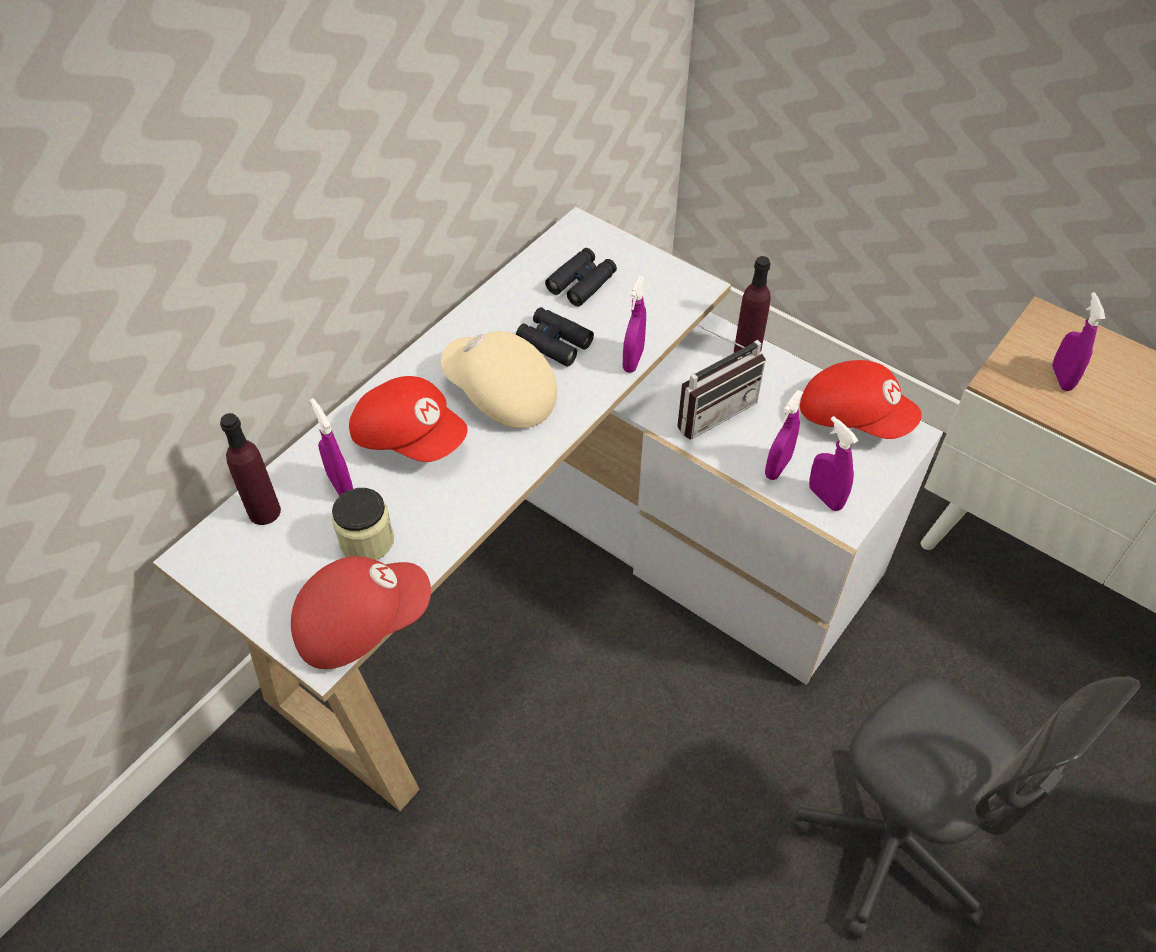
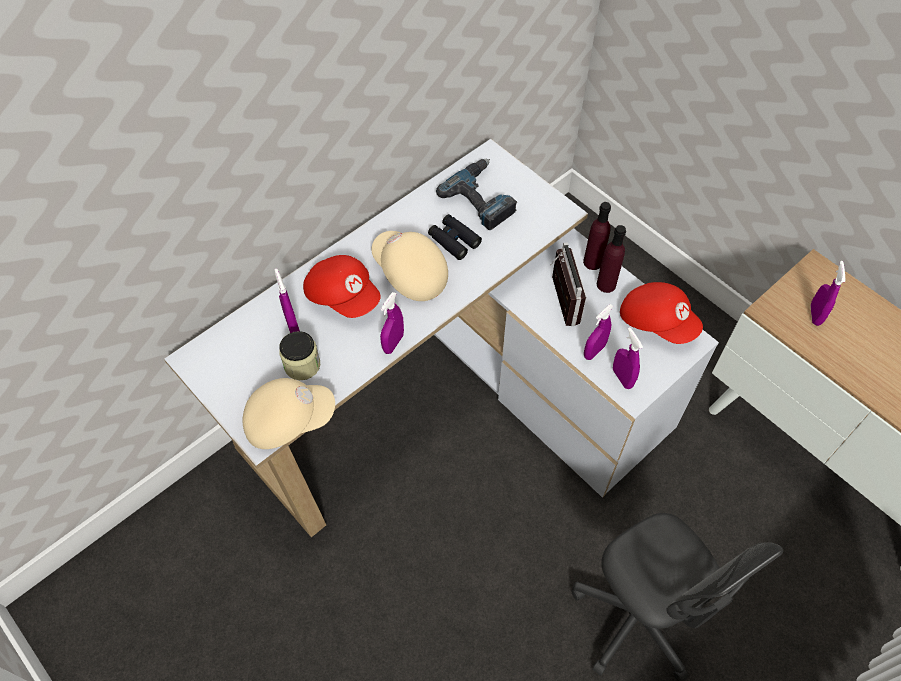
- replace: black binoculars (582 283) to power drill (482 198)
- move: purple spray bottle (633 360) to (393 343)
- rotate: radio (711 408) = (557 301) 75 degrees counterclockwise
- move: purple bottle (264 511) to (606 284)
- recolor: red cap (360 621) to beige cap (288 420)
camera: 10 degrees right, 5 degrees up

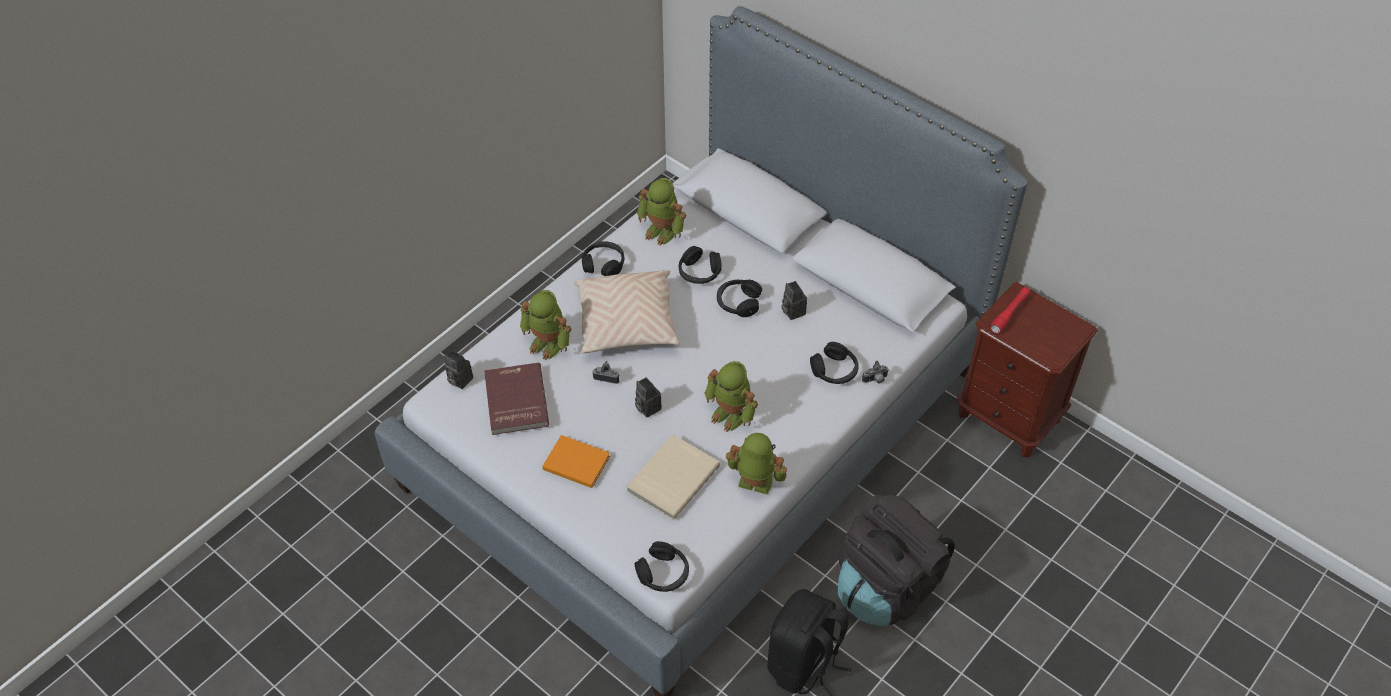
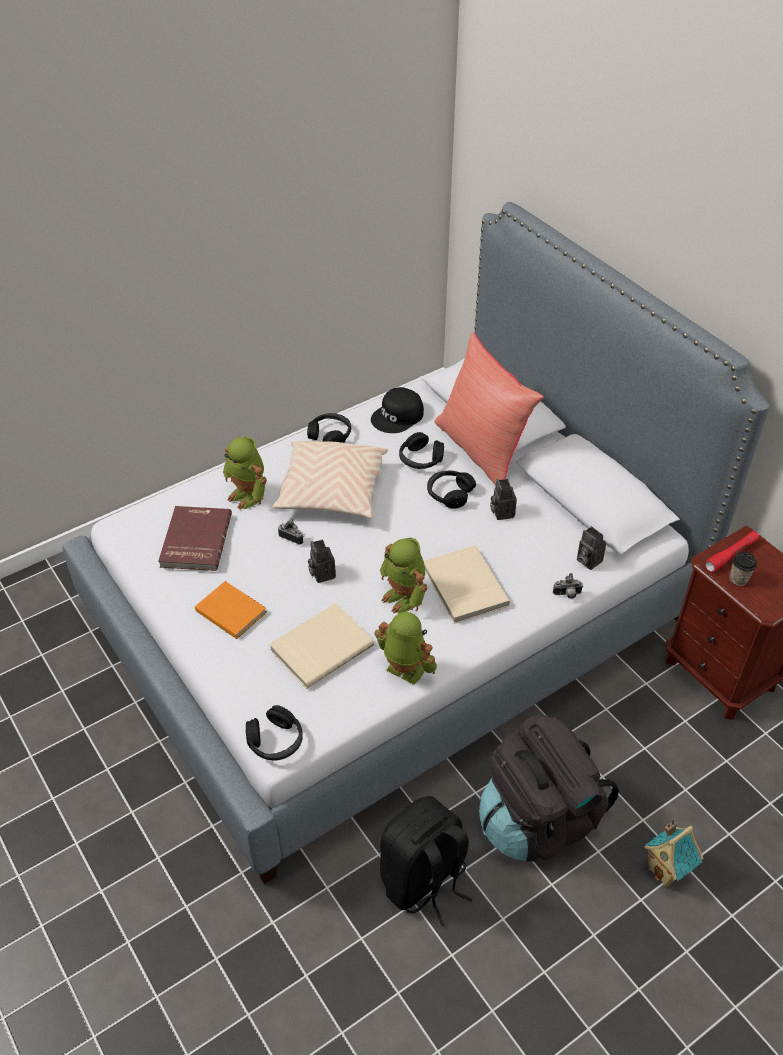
- replace: toy robot (662 231) to black cap (398 416)
- delete: black headphones (834 370)
- move: photo camera (458 380) to (587 560)
- insert: red pillow (482 451)
- insert: beige book (463 587)
- insert: cup (738 579)
- insert: toy house (667 871)
camera: 15 degrees right, 5 degrees down

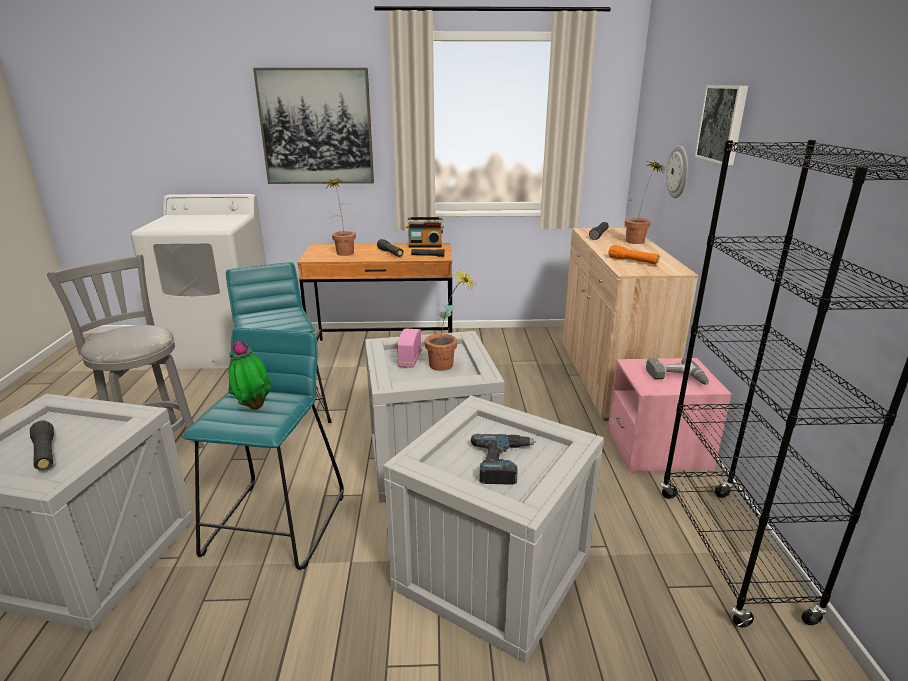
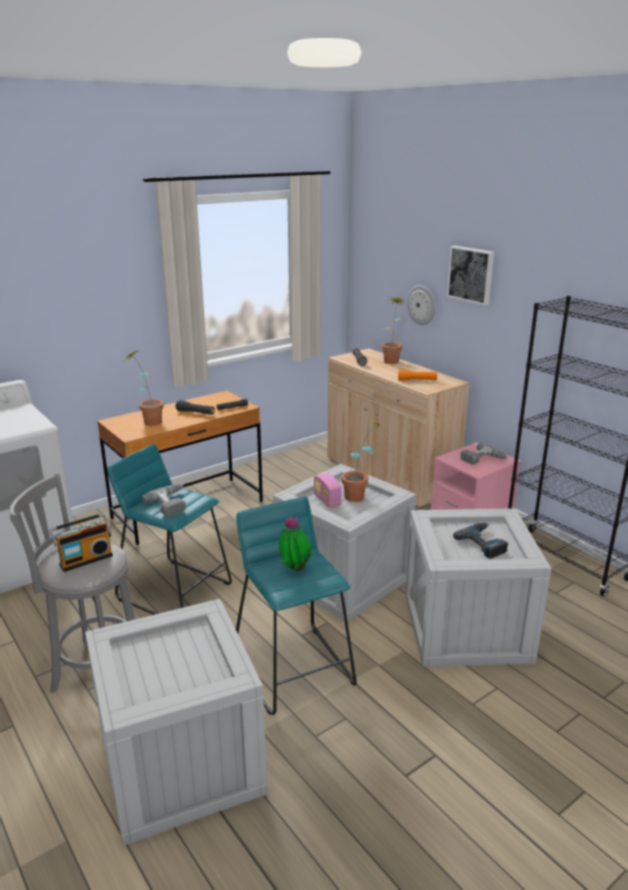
- delete: picture (316 127)
- move: radio (425 245) to (85 559)
- delete: black flashlight (45 454)
- insert: power drill (172 503)
camera: 35 degrees left, 0 degrees up

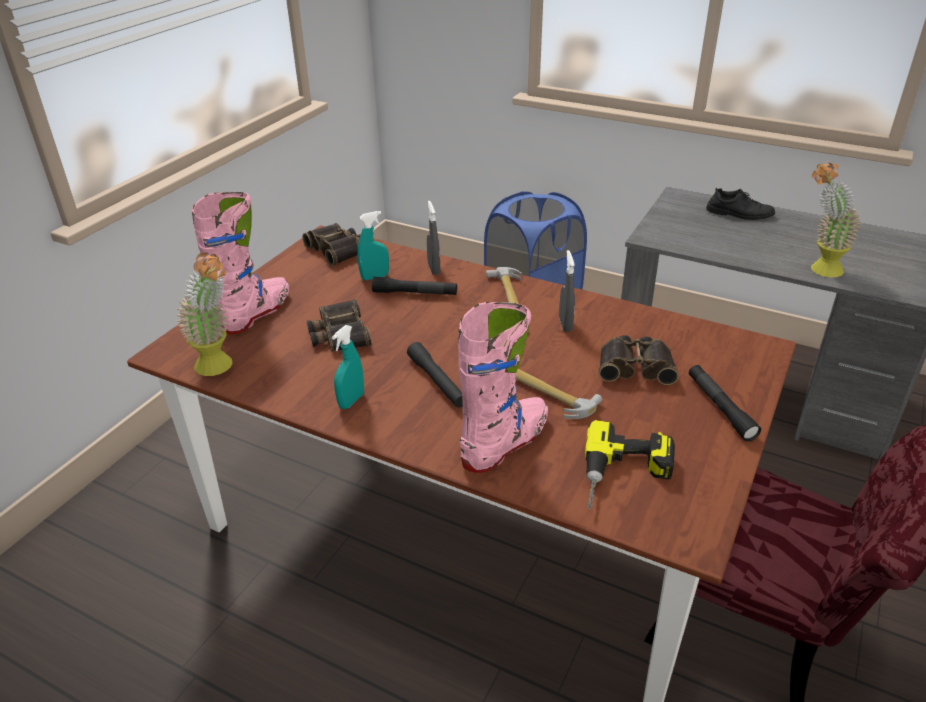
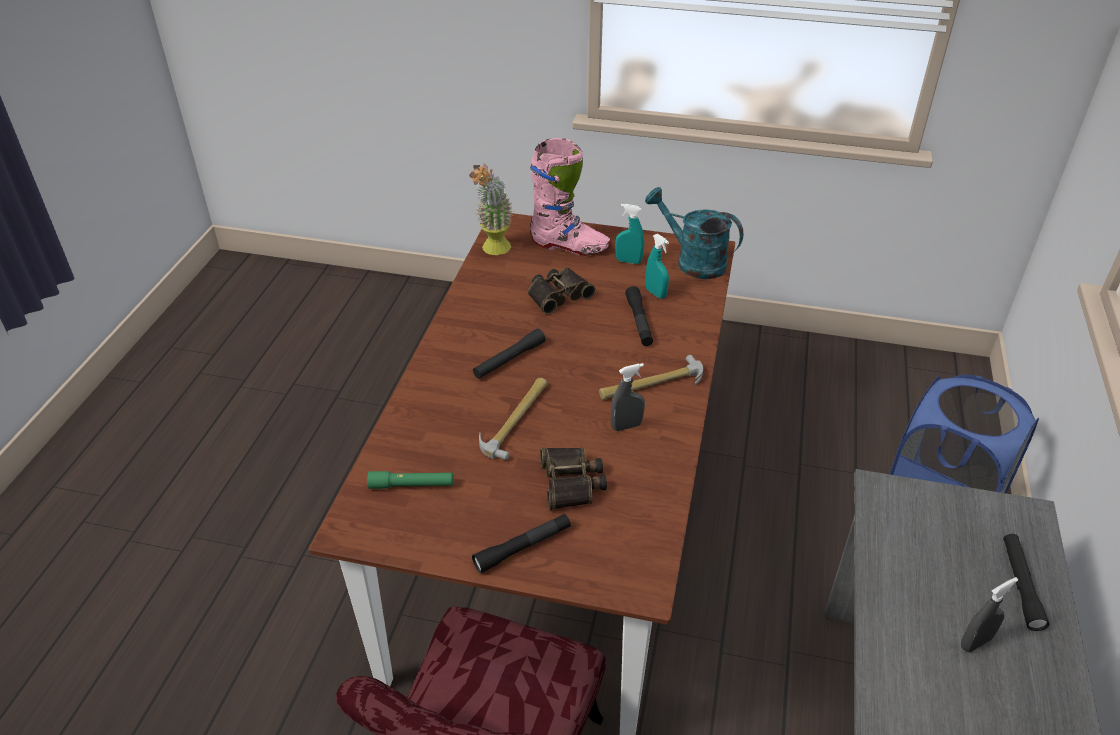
- delete: potted plant (818 269)
- replace: black shoe (739 213) to black flashlight (1020 585)
- move: grey spray bottle (434 269) to (975 643)
- replace: binoculars (337 249) to turquoise watering can (693 261)
- delete: pink boot (505 443)
- move: turquoise spray bottle (351 401) to (628 261)
- replace: power drill (625 477) to green flashlight (411 485)
camera: 75 degrees right, 5 degrees up

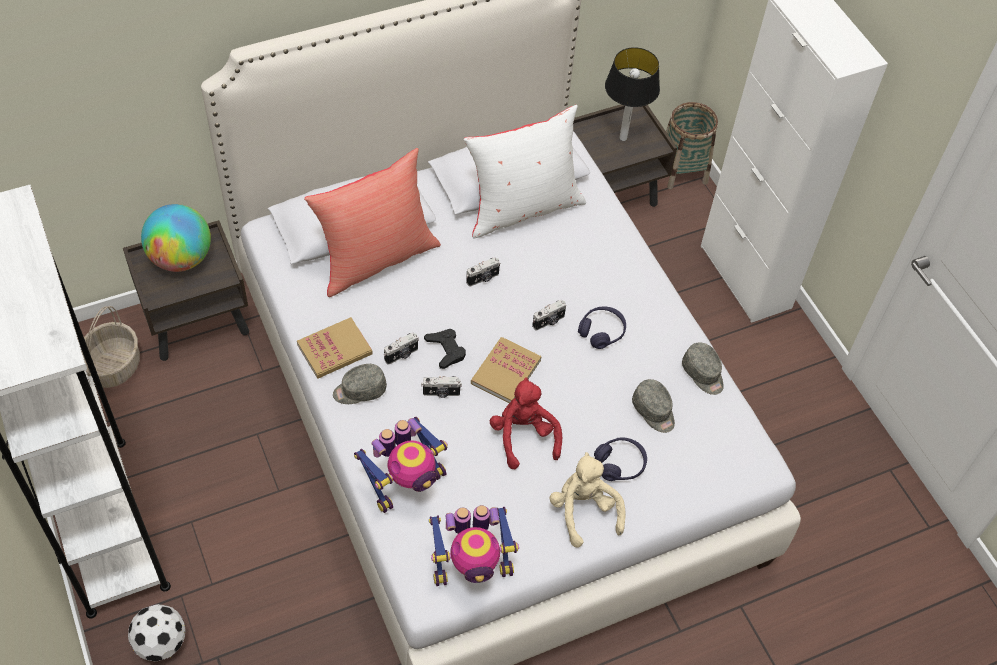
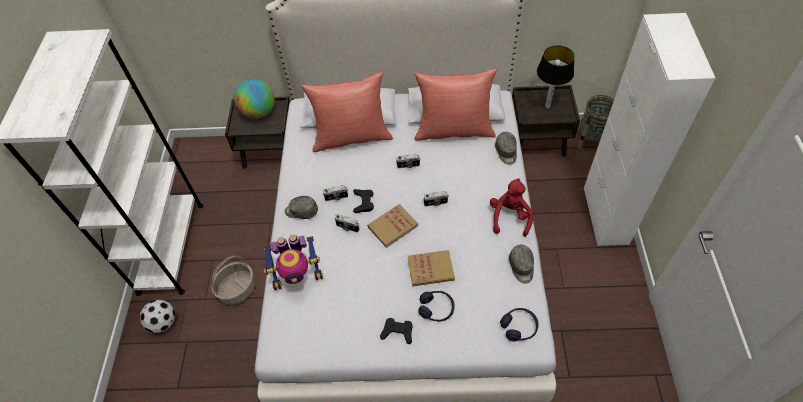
- recolor: white pillow (522 208) to red pillow (454 130)
- move: basket (113 366) to (237 289)
- move: purple headphones (601 331) to (519 327)
- move: book (334 350) to (430 269)
- move: red plush toy (524 436) to (509 217)
- move: grey cap (654 411) to (506 152)
- replace: beige plush toy (584 511) to black game controller (397 332)
- delete: toy robot (472 566)
camera: 30 degrees right, 0 degrees up

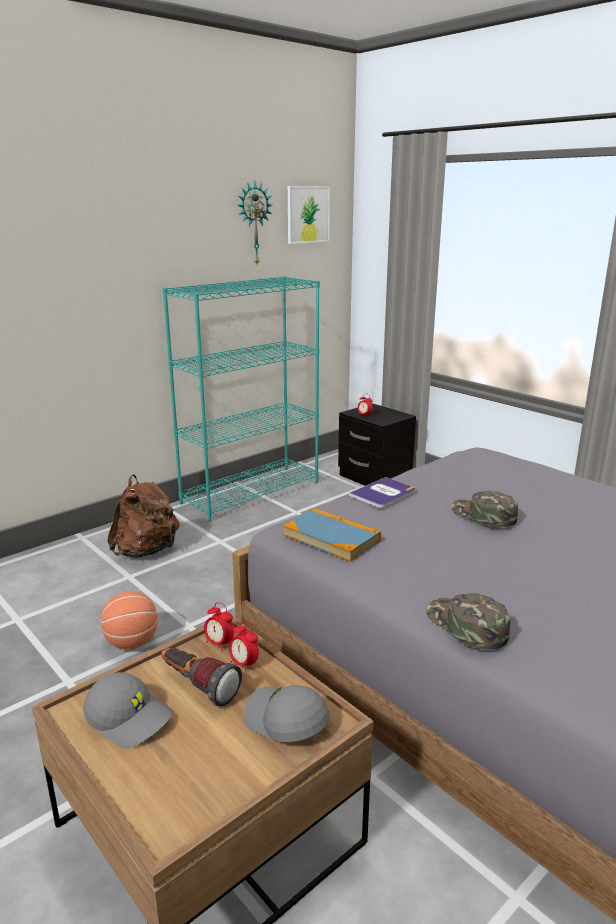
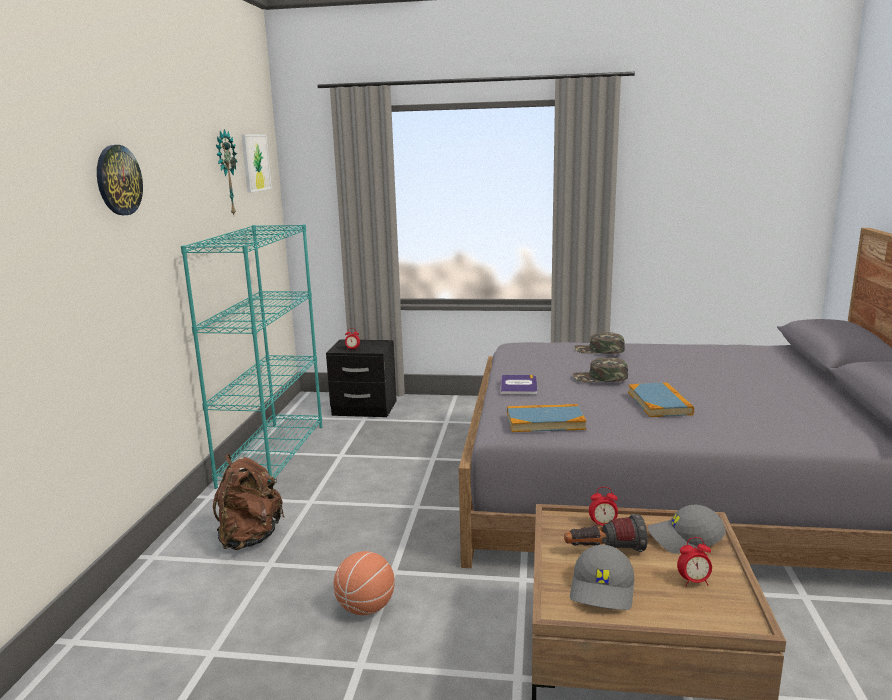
- move: green cap (466 625) to (599 350)
- move: alarm clock (219 644) to (693 582)
- rotate: grey cap (130 717) = (603 590) 120 degrees clockwise
- insert: wall clock (118 180)
- insert: book (659 403)
camera: 40 degrees left, 5 degrees down

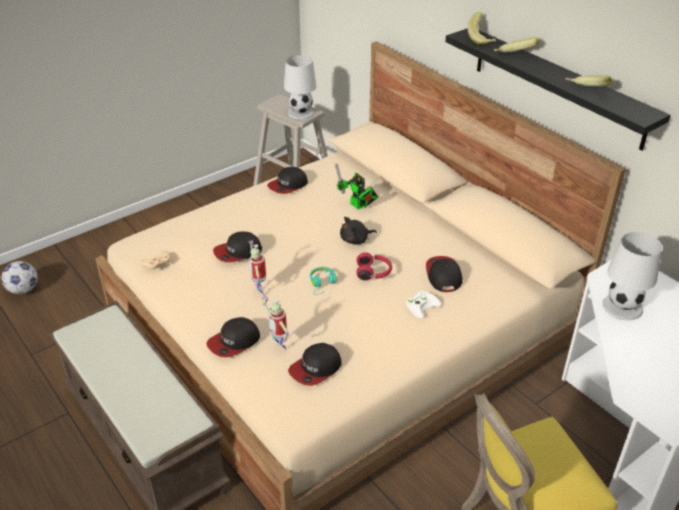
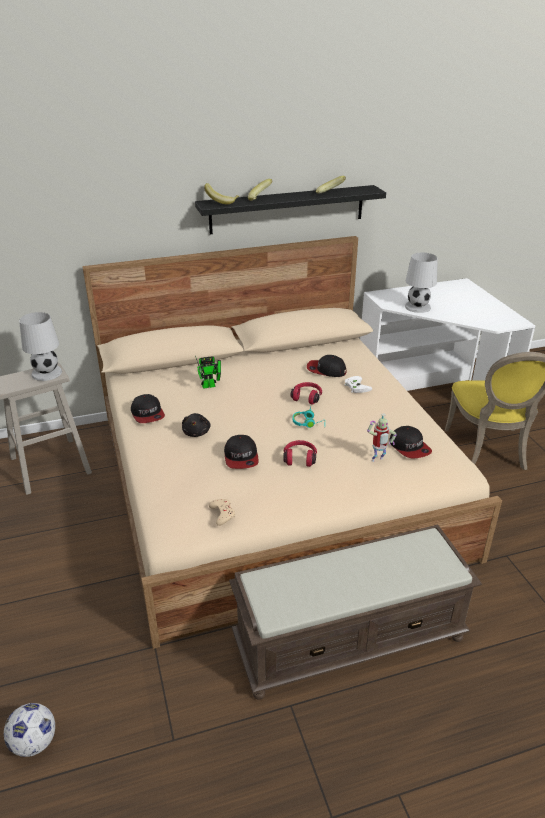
- move: black plush toy (356 240) to (196 432)
- replace: toy robot (259 291) to red headphones (300 458)
- delete: cap (234 342)
camera: 70 degrees left, 5 degrees down

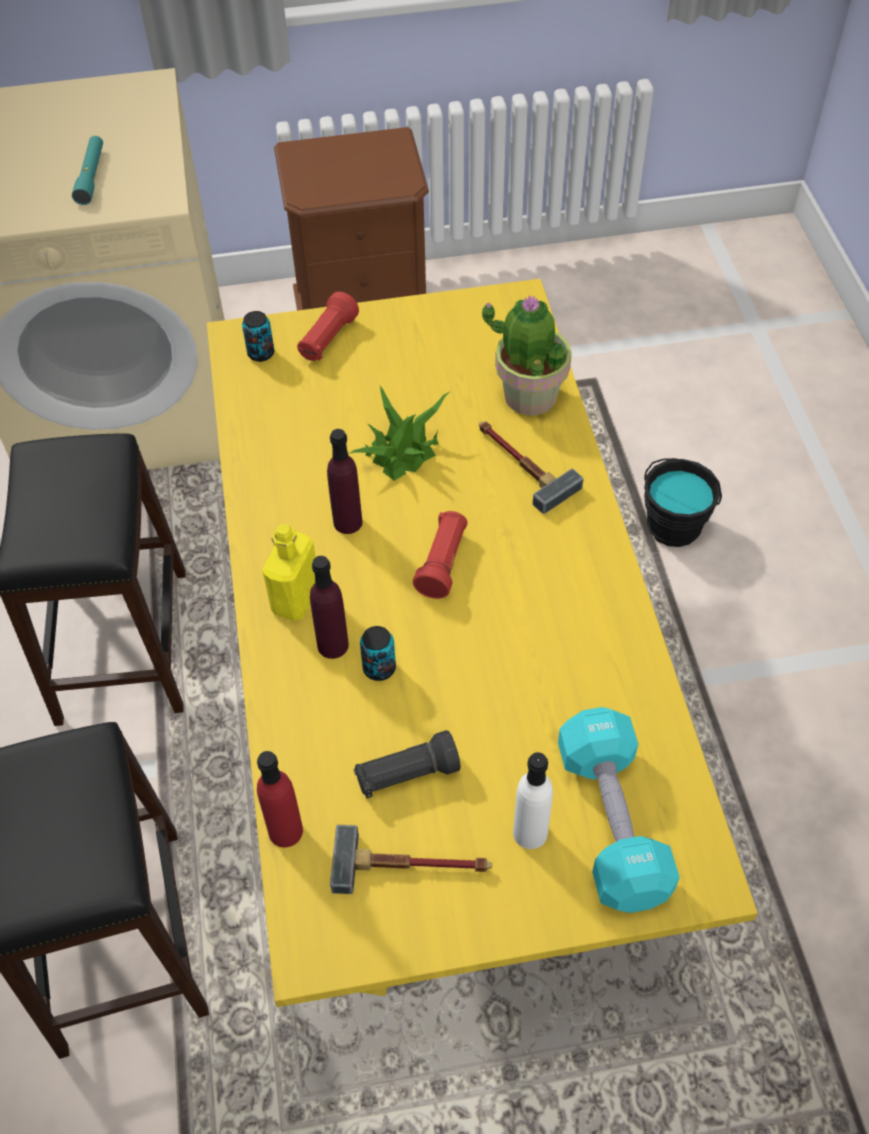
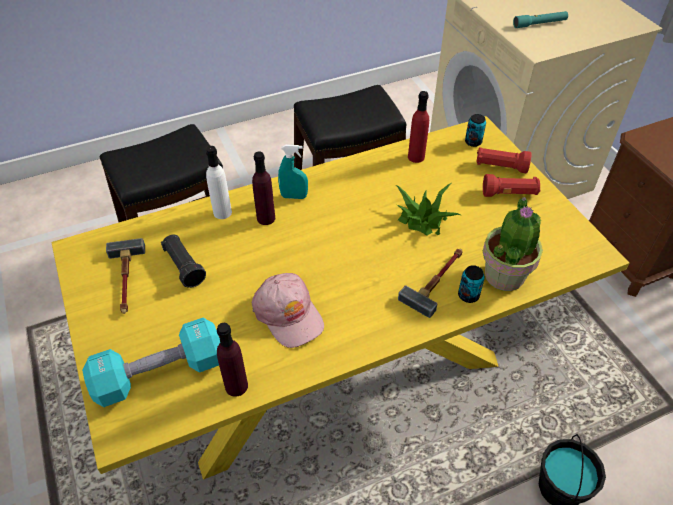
- move: purple bottle (347 522) to (236 386)
- move: red flashlight (443 563) to (509 194)
- replace: yellow bottle (295 599) to turquoise spray bottle (294 196)
- move: can (379 668) to (468 295)
- move: red bottle (285 831) to (416 157)
- move: white bottle (530 833) to (222 212)
- insert: pink cap (288 314)
camera: 75 degrees right, 5 degrees down

